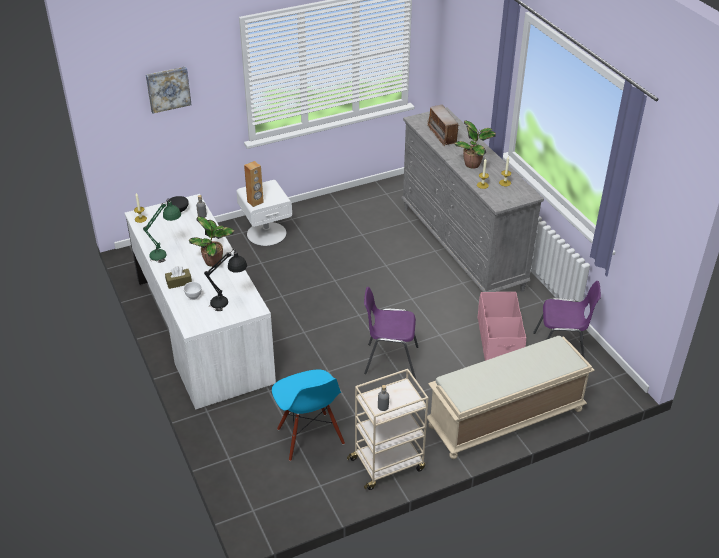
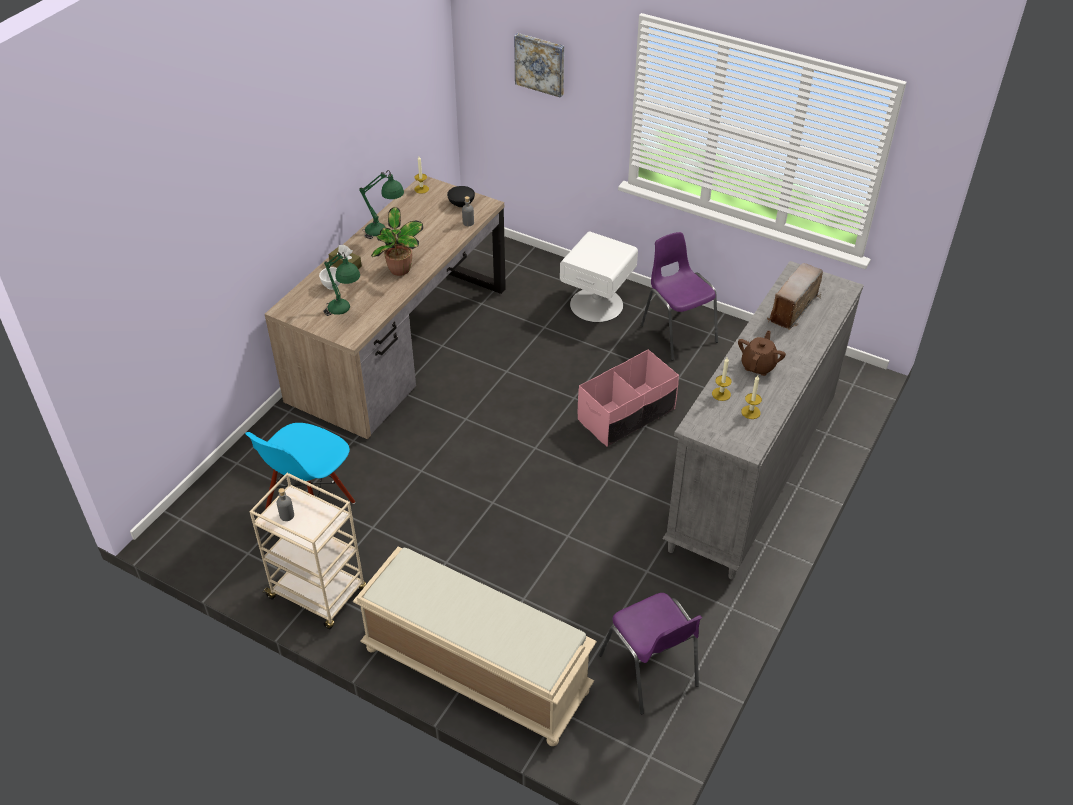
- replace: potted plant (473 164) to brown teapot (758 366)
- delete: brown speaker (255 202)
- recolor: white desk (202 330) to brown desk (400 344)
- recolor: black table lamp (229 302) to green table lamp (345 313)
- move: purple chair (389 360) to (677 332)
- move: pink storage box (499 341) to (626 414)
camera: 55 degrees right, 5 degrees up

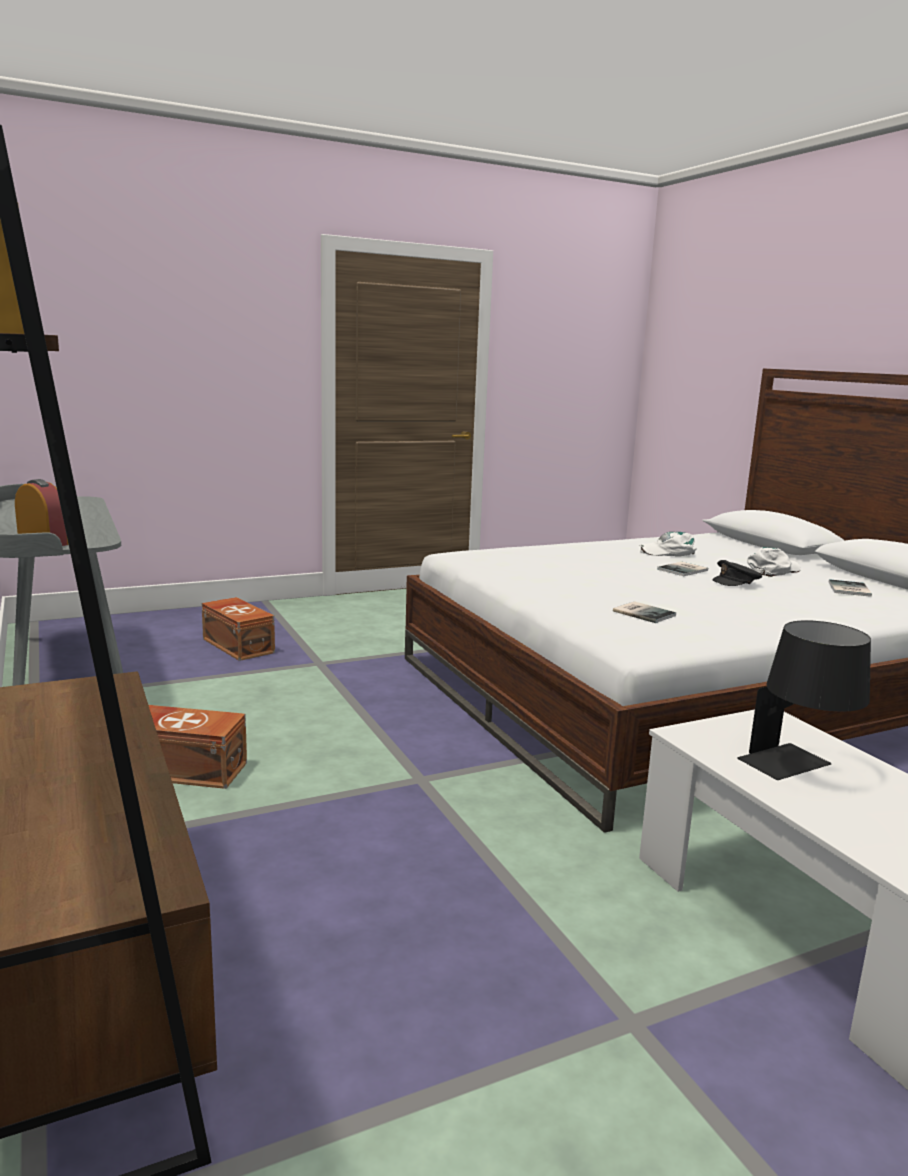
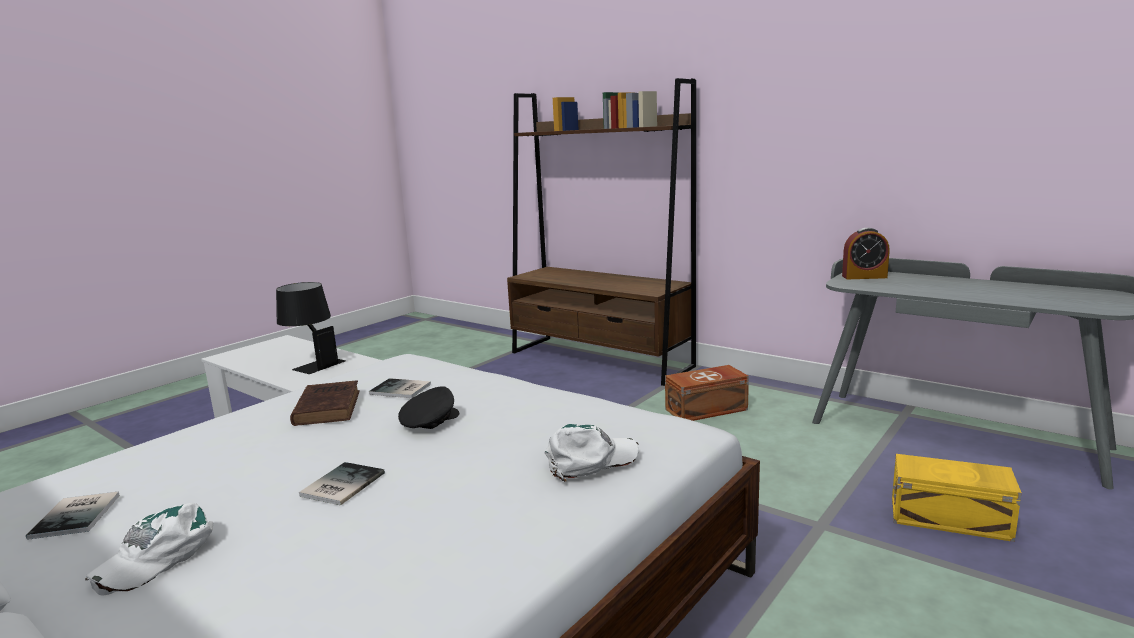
- move: white cap (668 552) to (590 460)
- move: black cap (736 581) to (429 421)
- recolor: brown storage box (238 645) to yellow storage box (951 519)
- insert: brown book (328 407)
camera: 155 degrees right, 0 degrees up

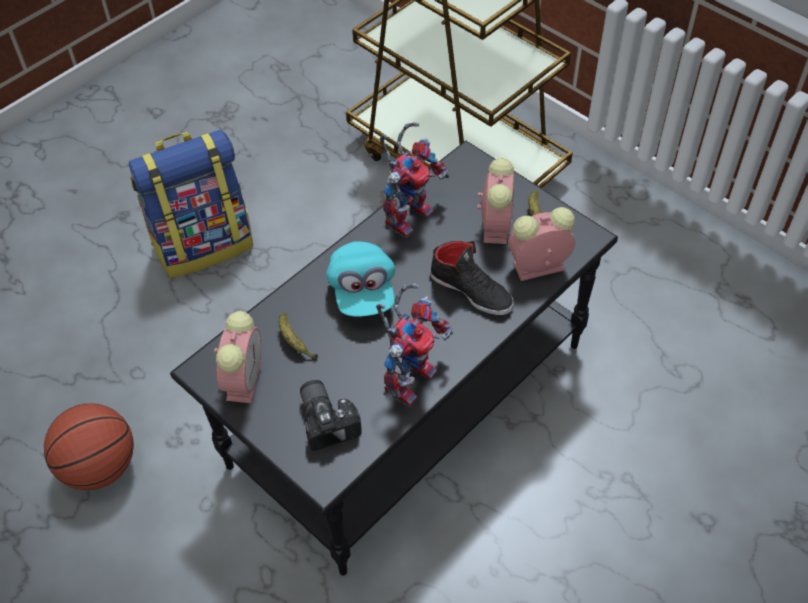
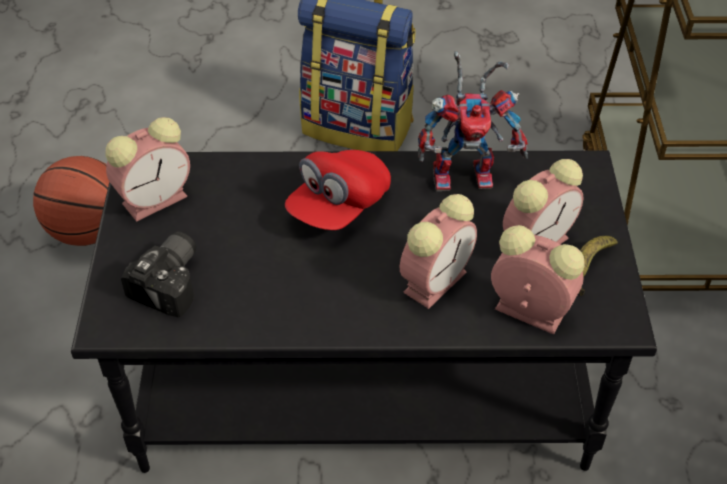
- recolor: turquoise cap (362 291) to red cap (338 206)
- replace: black shoe (471 290) to alarm clock (436 280)
- delete: toy robot (409 375)
- delete: banana (294 341)
camera: 45 degrees right, 5 degrees down

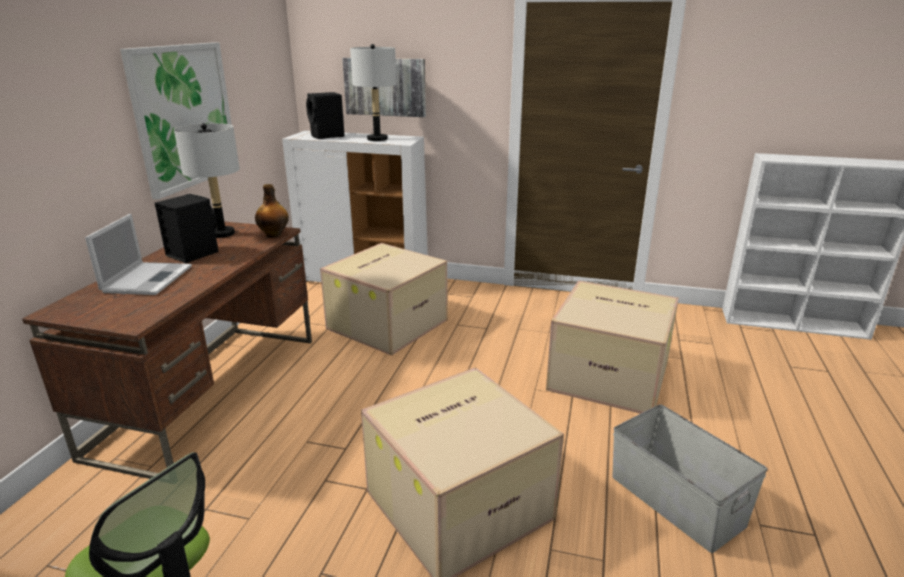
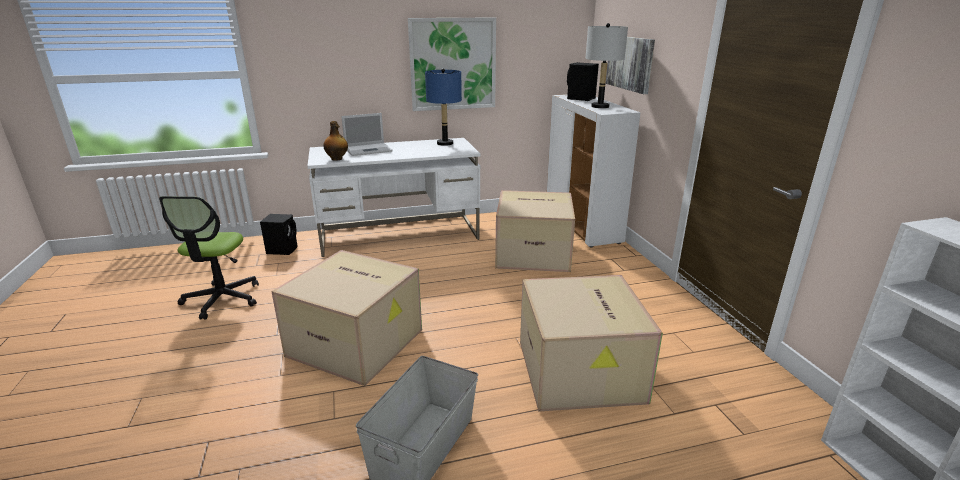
- recolor: grey table lamp (222 233) to blue table lamp (445 143)
- move: bottle (274 235) to (337 159)
- move: black speaker (192 253) to (283 249)
- recolor: brown desk (211 392) to white desk (400 235)
camera: 60 degrees right, 0 degrees up

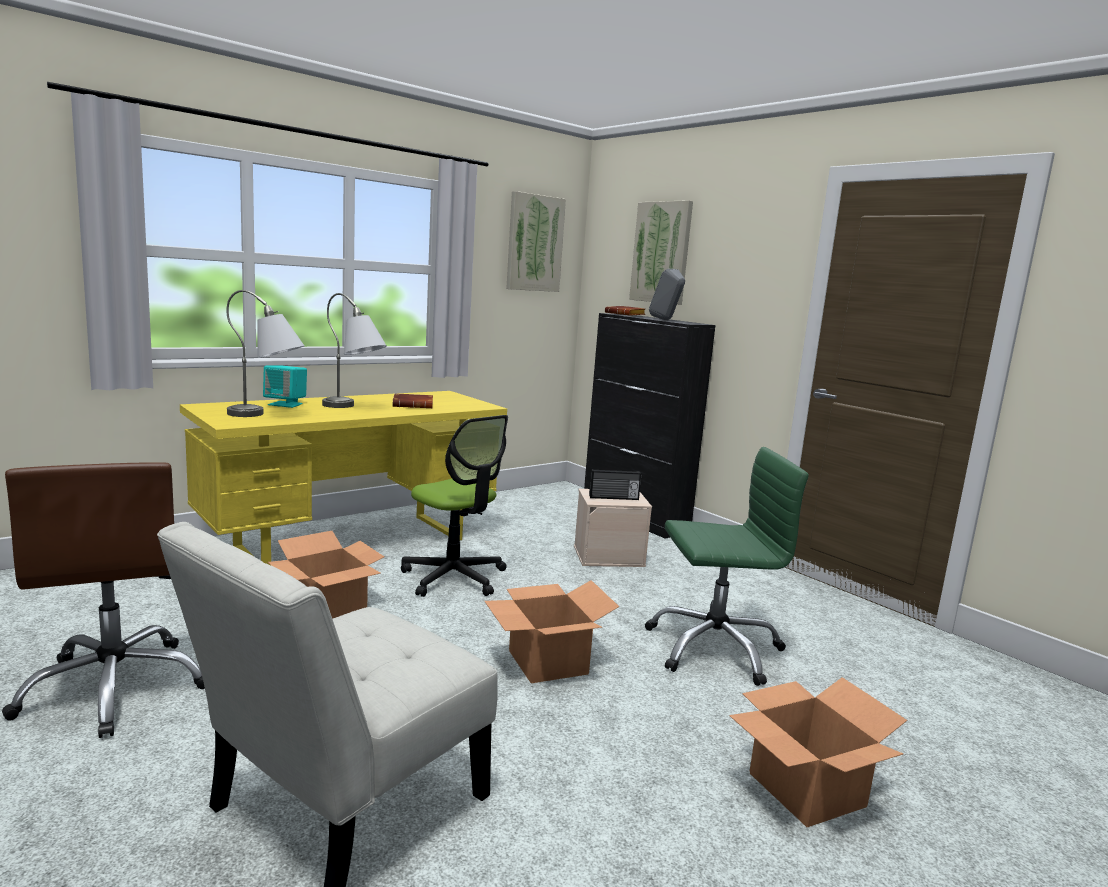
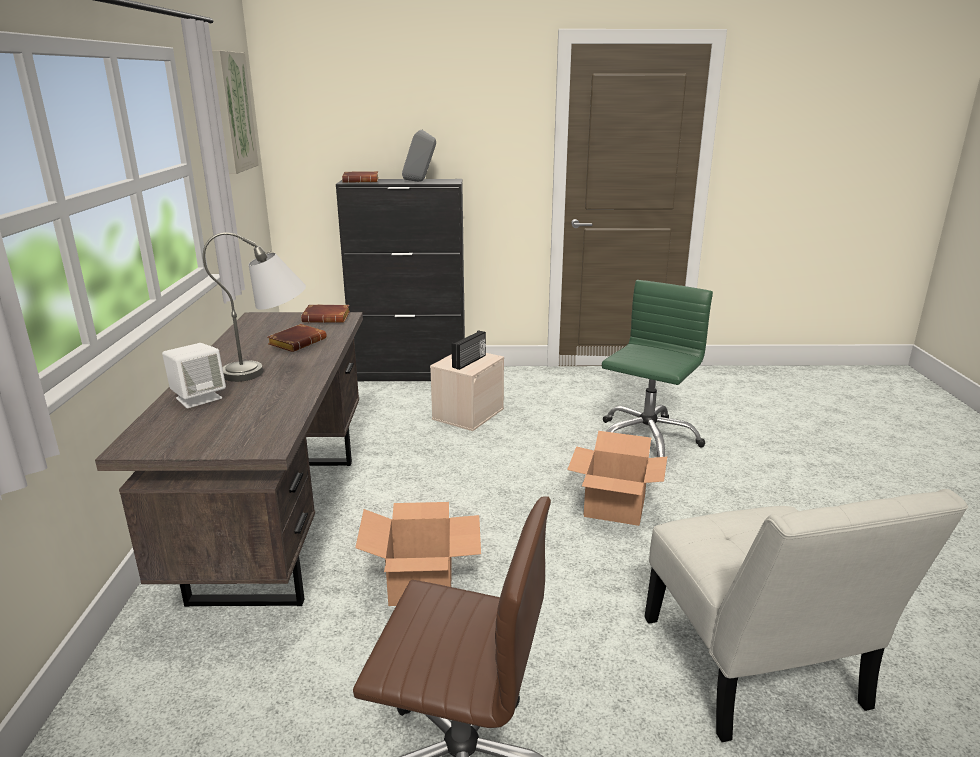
- delete: picture (661 252)
- delete: grey table lamp (266 416)
- recolor: turquoise speaker (286 404) to white speaker (199 398)
- recolor: yellow desk (353 543) to brown desk (280 522)
- delete: office chair (454 577)
- delete: cardboard box (808 790)
- insert: brown book (328 318)
camera: 50 degrees left, 10 degrees up

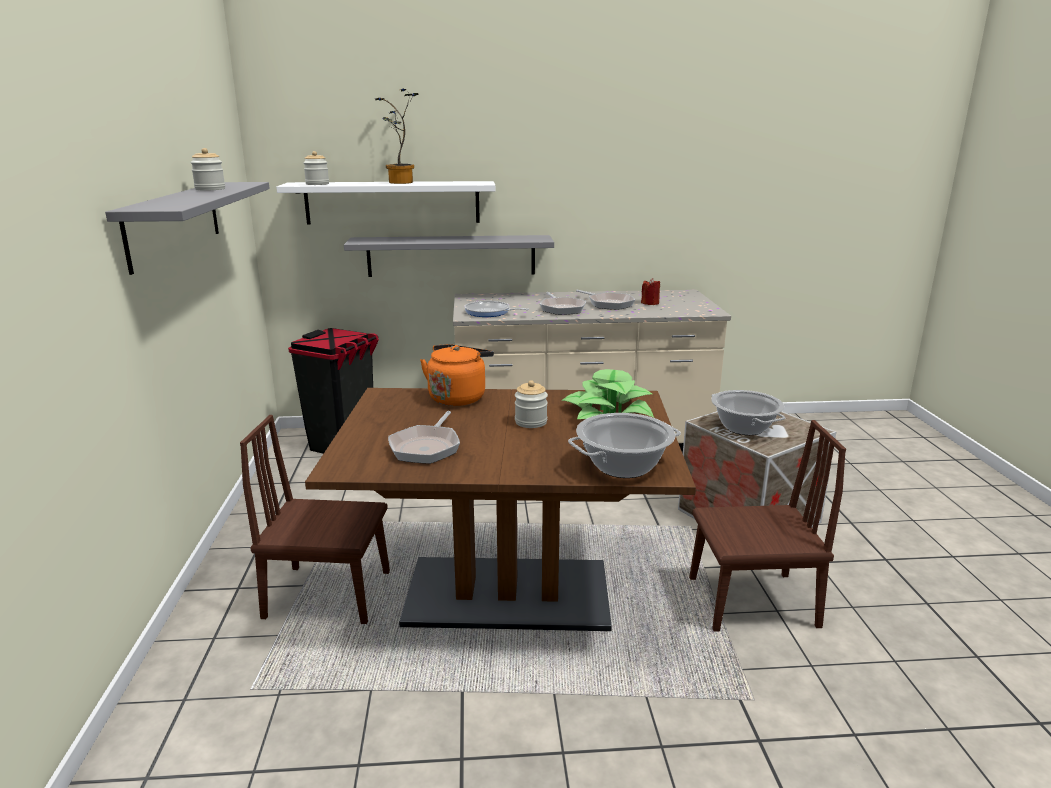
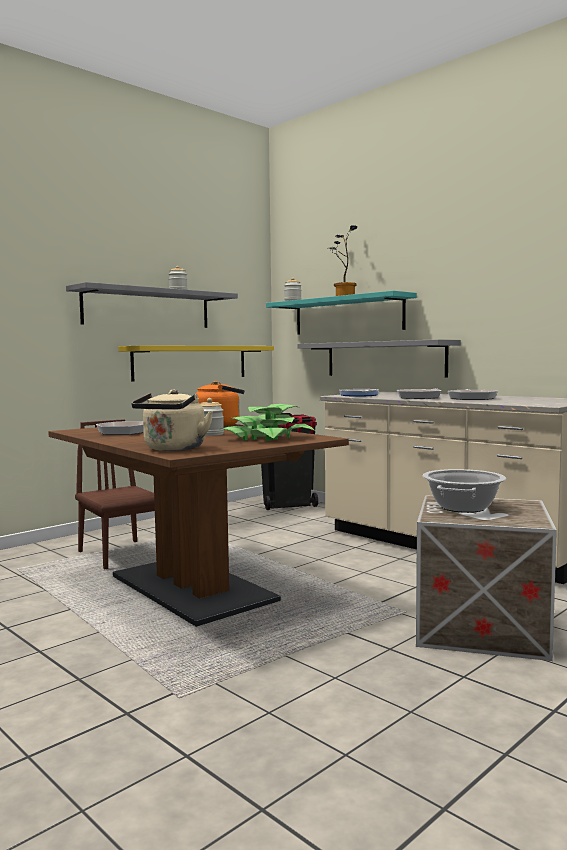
- recolor: white shelf (392 202) to turquoise shelf (347 315)
- delete: red candle (650 303)
- replace: cooking pot (623 466) to beige kettle (173 449)
- delete: brown chair (752 602)
- insert: yellow shelf (191 362)
camera: 50 degrees right, 15 degrees down

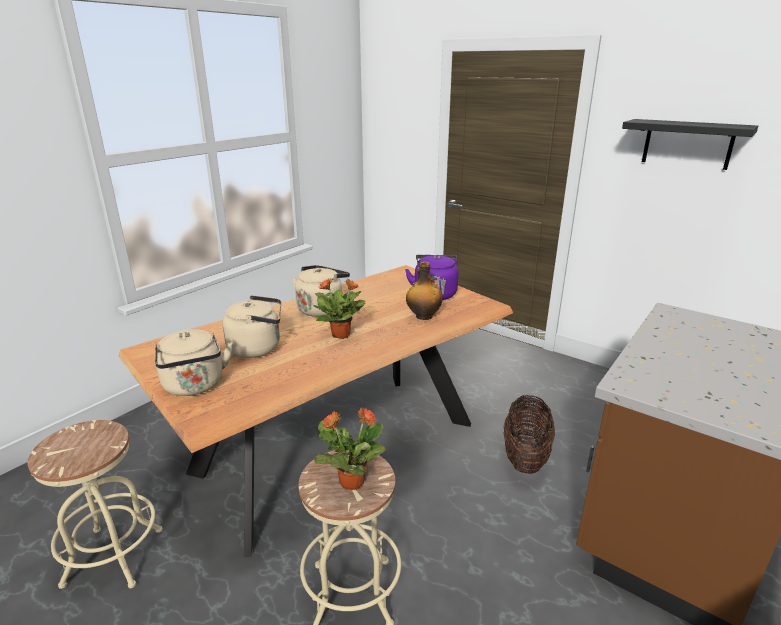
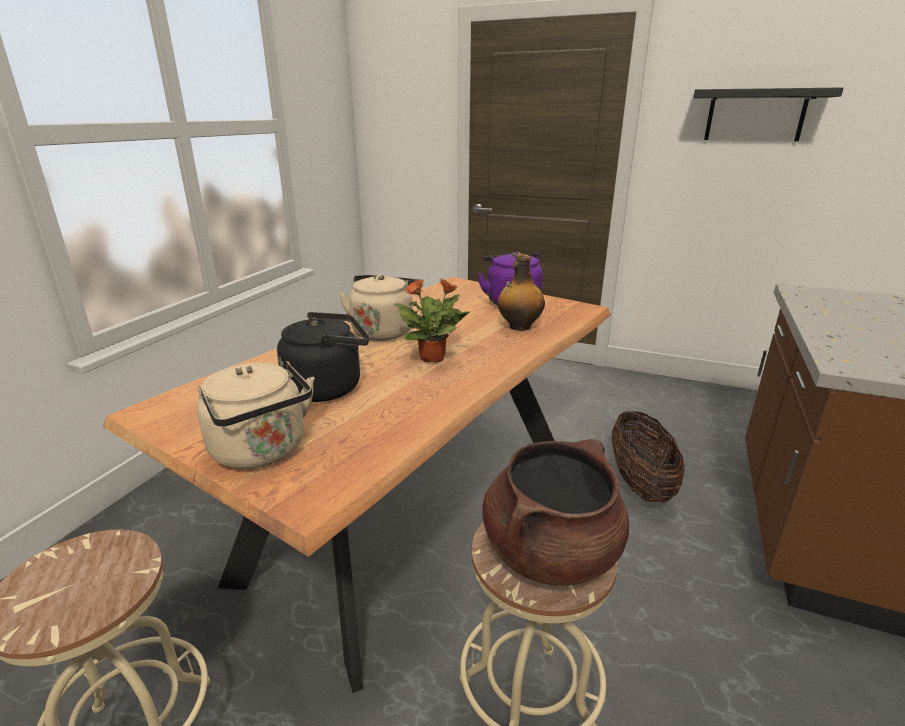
- recolor: beige kettle (258 348) to black kettle (328 387)
- replace: potted plant (350 481) to brown cooking pot (550 552)
camera: 15 degrees left, 0 degrees up

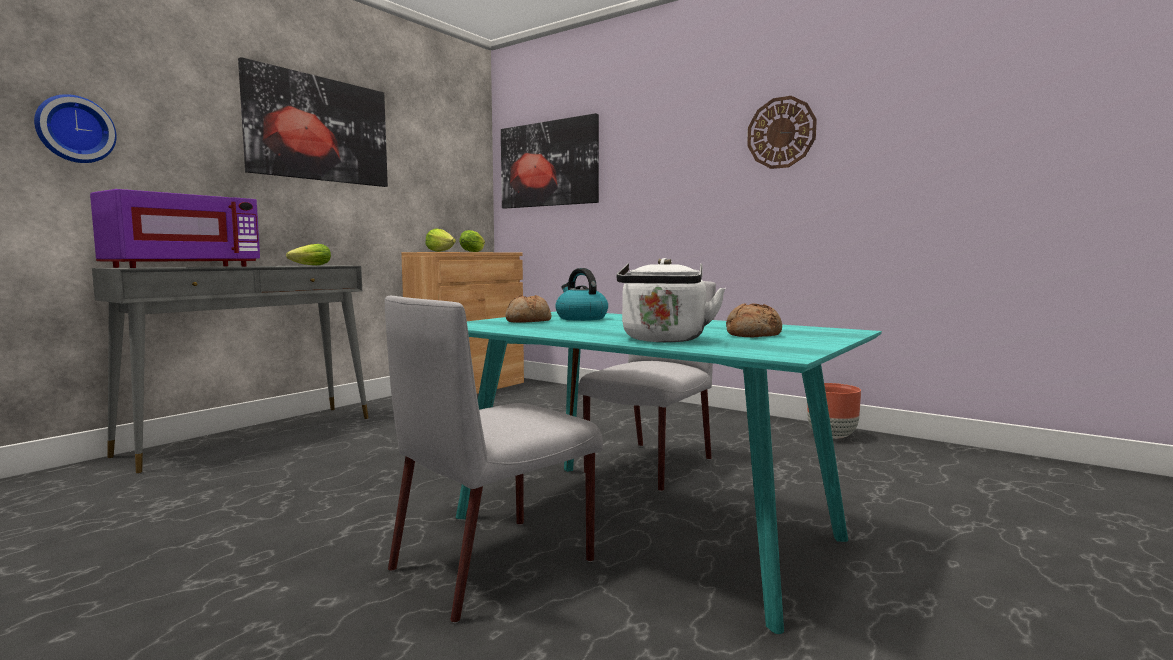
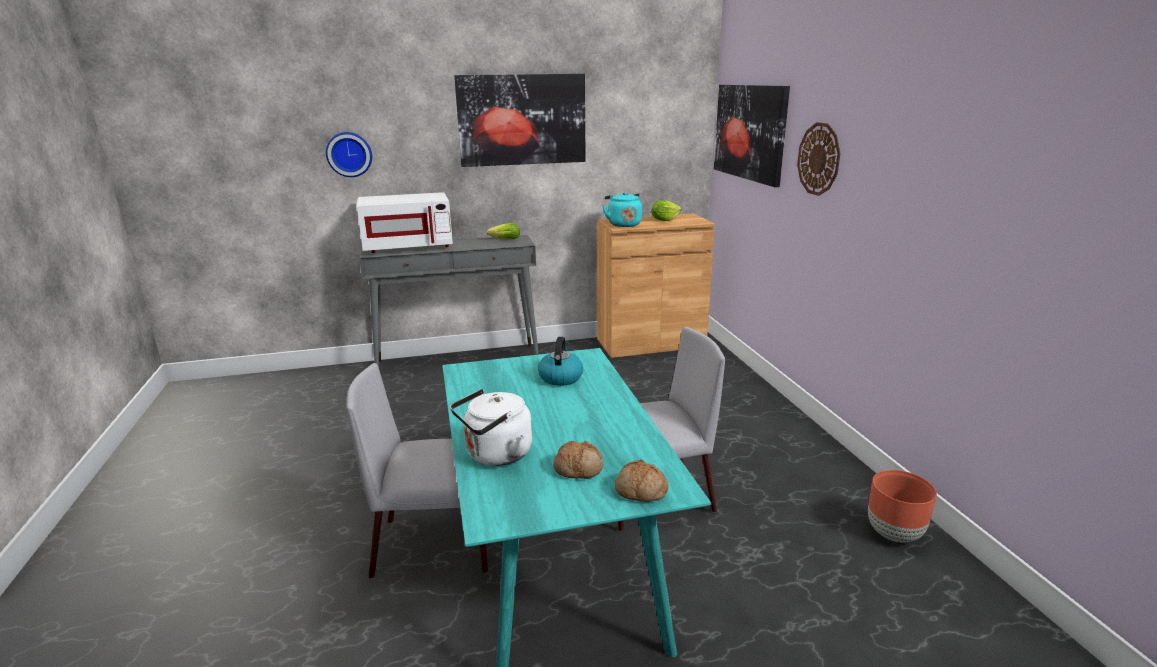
- move: wall clock (781 133) to (819 159)
- recolor: purple microwave (183 267) to white microwave (408 247)
- replace: lettuce (440 251) to turquoise kettle (623 224)
- move: bread (528 321) to (640 491)
camera: 40 degrees right, 15 degrees up

